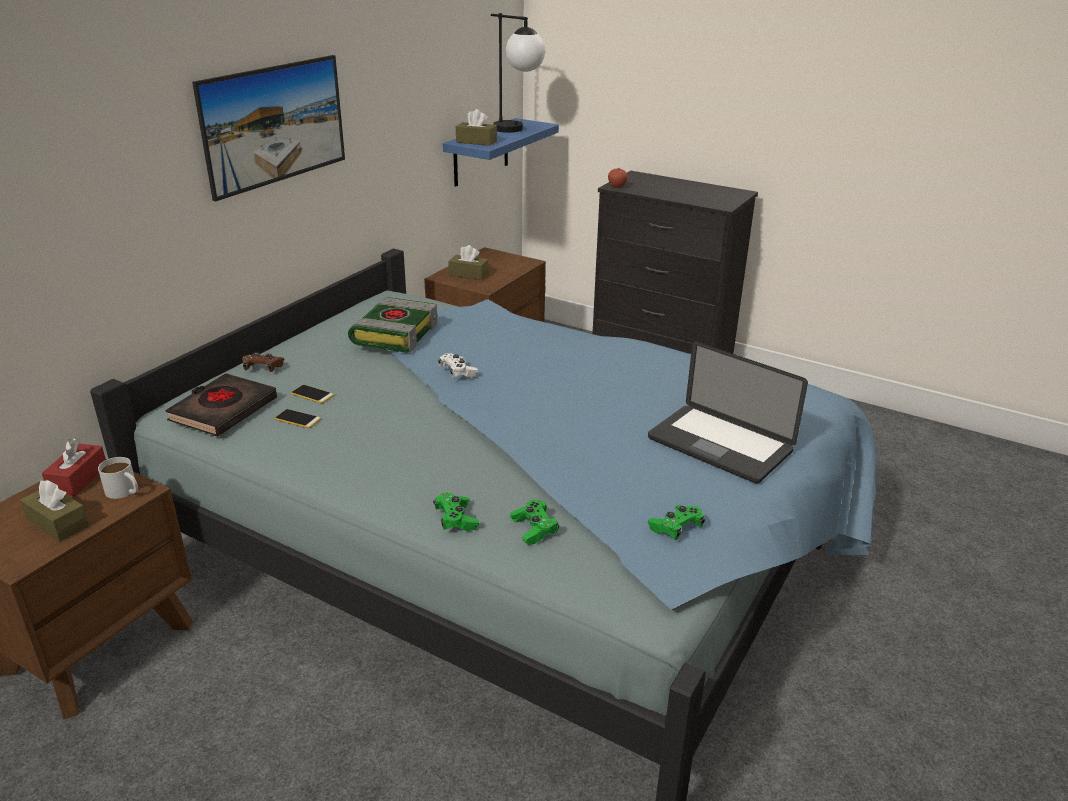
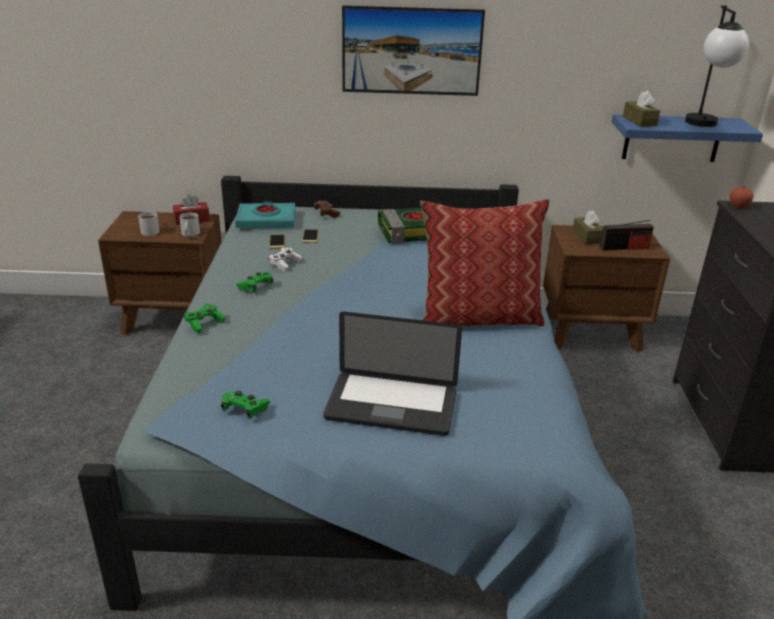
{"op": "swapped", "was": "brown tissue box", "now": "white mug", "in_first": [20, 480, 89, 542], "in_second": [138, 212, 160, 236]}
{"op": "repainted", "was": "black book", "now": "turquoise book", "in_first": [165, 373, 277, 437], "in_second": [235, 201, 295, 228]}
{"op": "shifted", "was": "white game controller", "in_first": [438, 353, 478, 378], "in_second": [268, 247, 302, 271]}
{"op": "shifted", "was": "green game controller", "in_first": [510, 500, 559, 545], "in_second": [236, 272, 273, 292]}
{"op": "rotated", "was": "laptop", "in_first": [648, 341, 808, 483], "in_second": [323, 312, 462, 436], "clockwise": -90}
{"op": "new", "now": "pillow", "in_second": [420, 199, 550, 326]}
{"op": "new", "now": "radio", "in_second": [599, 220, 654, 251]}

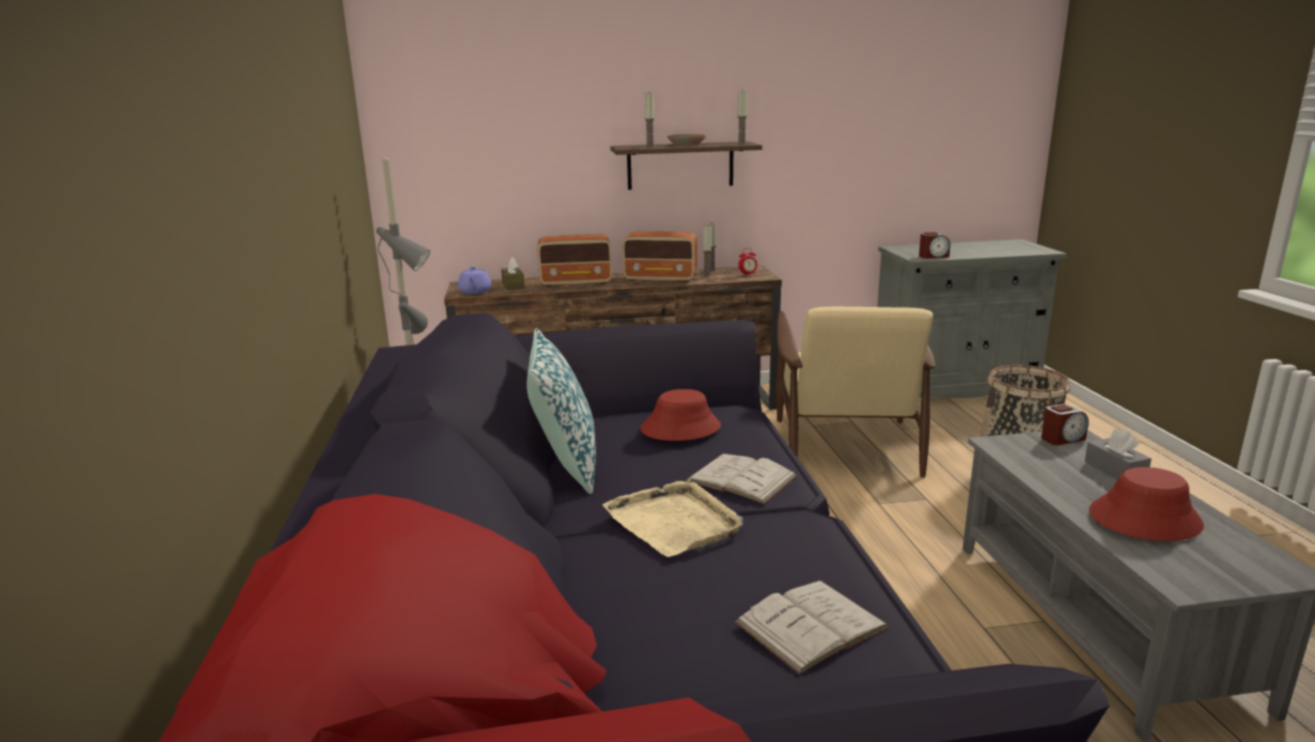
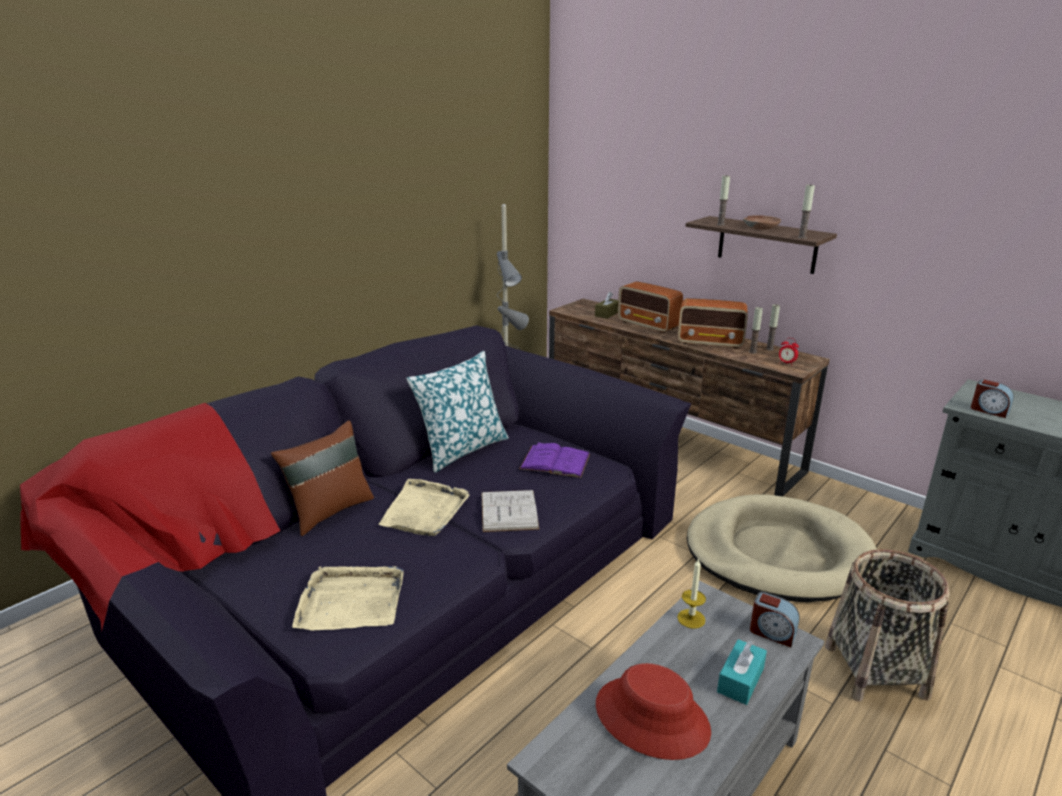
{"op": "gone", "was": "purple teapot", "in_first": [458, 266, 491, 294]}
{"op": "rotated", "was": "radio", "in_first": [622, 232, 697, 282], "in_second": [678, 298, 748, 349], "clockwise": -45}
{"op": "swapped", "was": "red hat", "now": "purple book", "in_first": [640, 389, 721, 441], "in_second": [519, 442, 590, 478]}
{"op": "swapped", "was": "white book", "now": "beige tray", "in_first": [734, 581, 889, 674], "in_second": [292, 566, 404, 631]}
{"op": "swapped", "was": "beige armchair", "now": "beige dog bed", "in_first": [776, 307, 935, 478], "in_second": [687, 495, 877, 602]}
{"op": "repainted", "was": "grey tissue box", "now": "turquoise tissue box", "in_first": [1085, 429, 1151, 480], "in_second": [717, 639, 767, 705]}
{"op": "new", "now": "brown pillow", "in_second": [271, 420, 374, 536]}
{"op": "new", "now": "candle", "in_second": [677, 558, 706, 629]}

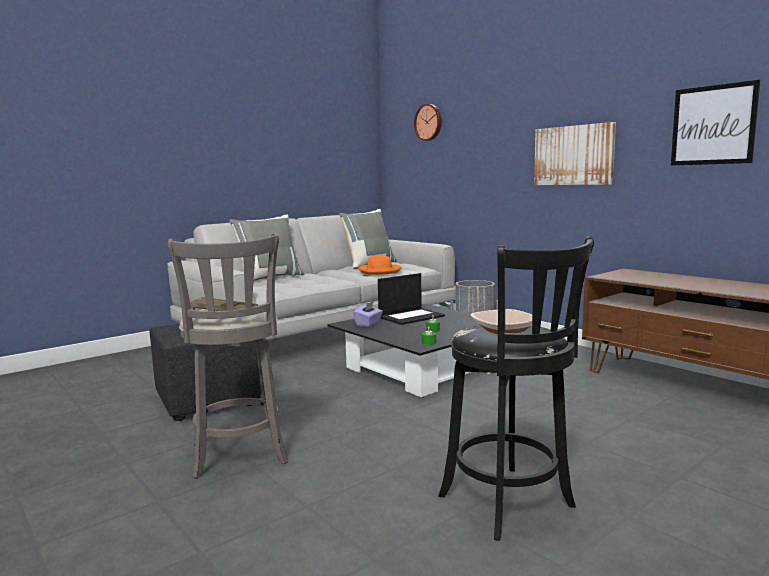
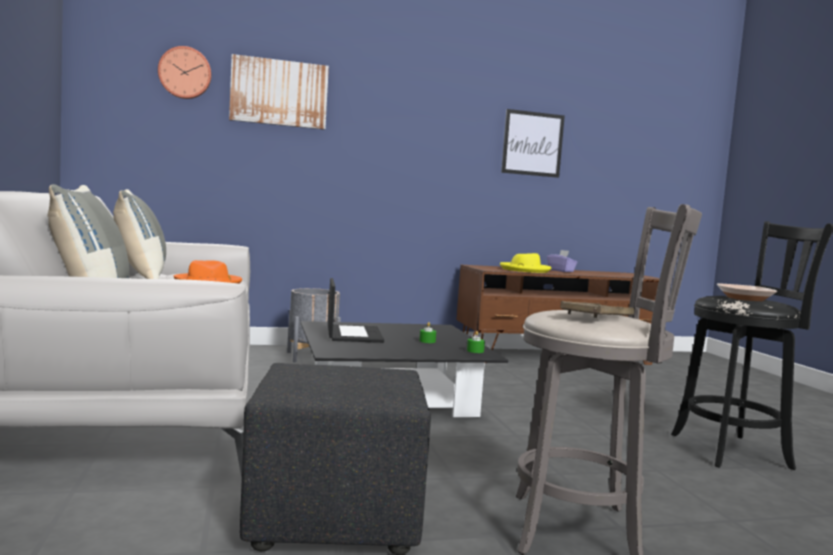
{"op": "shifted", "was": "purple tissue box", "in_first": [353, 301, 383, 327], "in_second": [547, 250, 578, 272]}
{"op": "shifted", "was": "picture", "in_first": [534, 122, 616, 185], "in_second": [229, 54, 329, 130]}
{"op": "new", "now": "yellow hat", "in_second": [500, 253, 551, 273]}

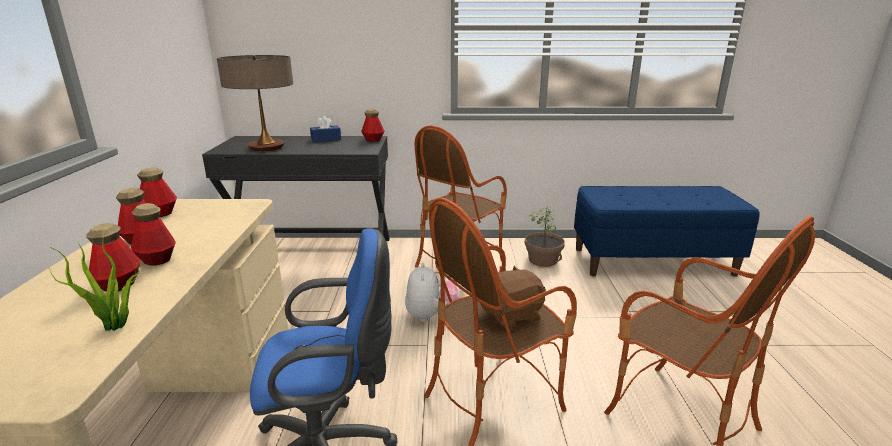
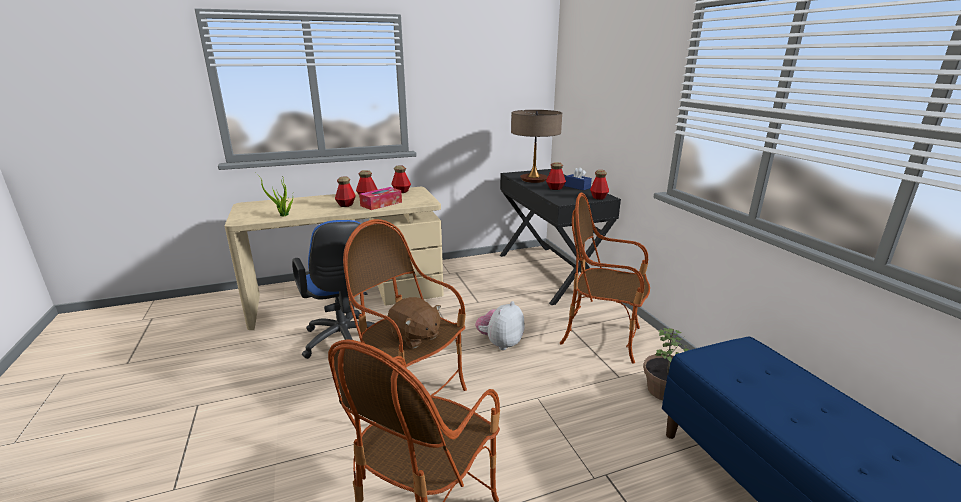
{"op": "shifted", "was": "bottle", "in_first": [86, 223, 140, 292], "in_second": [546, 162, 566, 190]}
{"op": "rotated", "was": "plush toy", "in_first": [405, 263, 459, 322], "in_second": [475, 301, 525, 350], "clockwise": 150}
{"op": "new", "now": "tissue box", "in_second": [359, 187, 402, 210]}

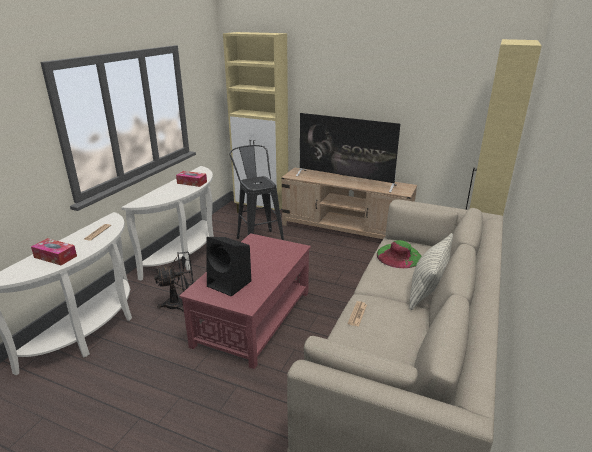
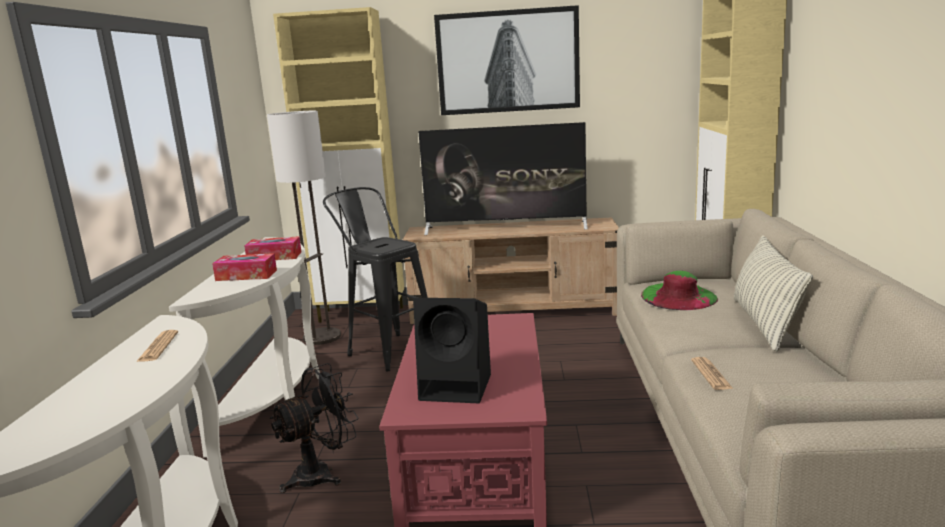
{"op": "shifted", "was": "tissue box", "in_first": [31, 238, 77, 265], "in_second": [212, 253, 277, 281]}
{"op": "new", "now": "floor lamp", "in_second": [267, 111, 341, 345]}
{"op": "new", "now": "picture", "in_second": [434, 5, 580, 115]}

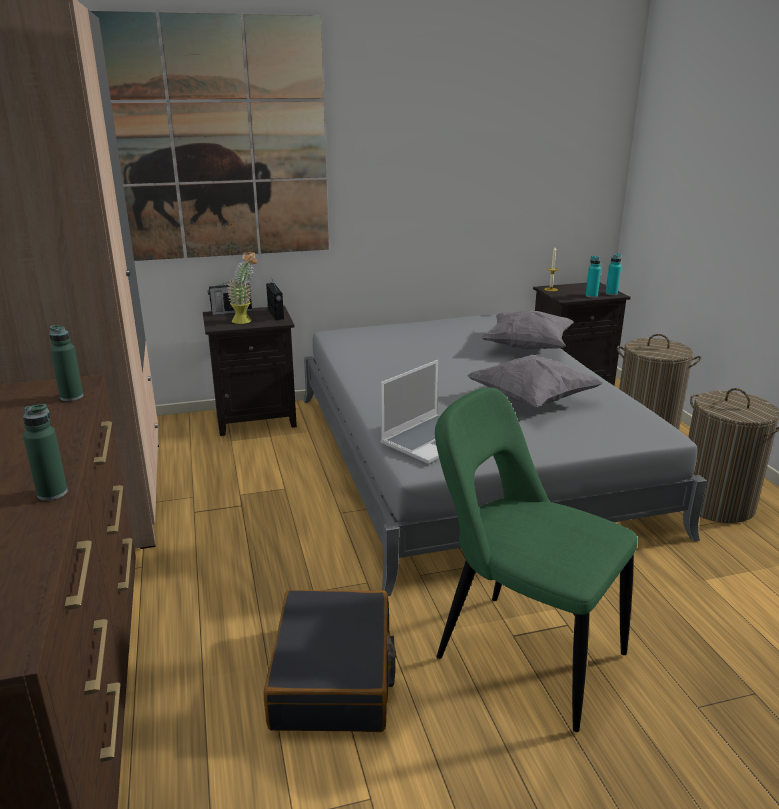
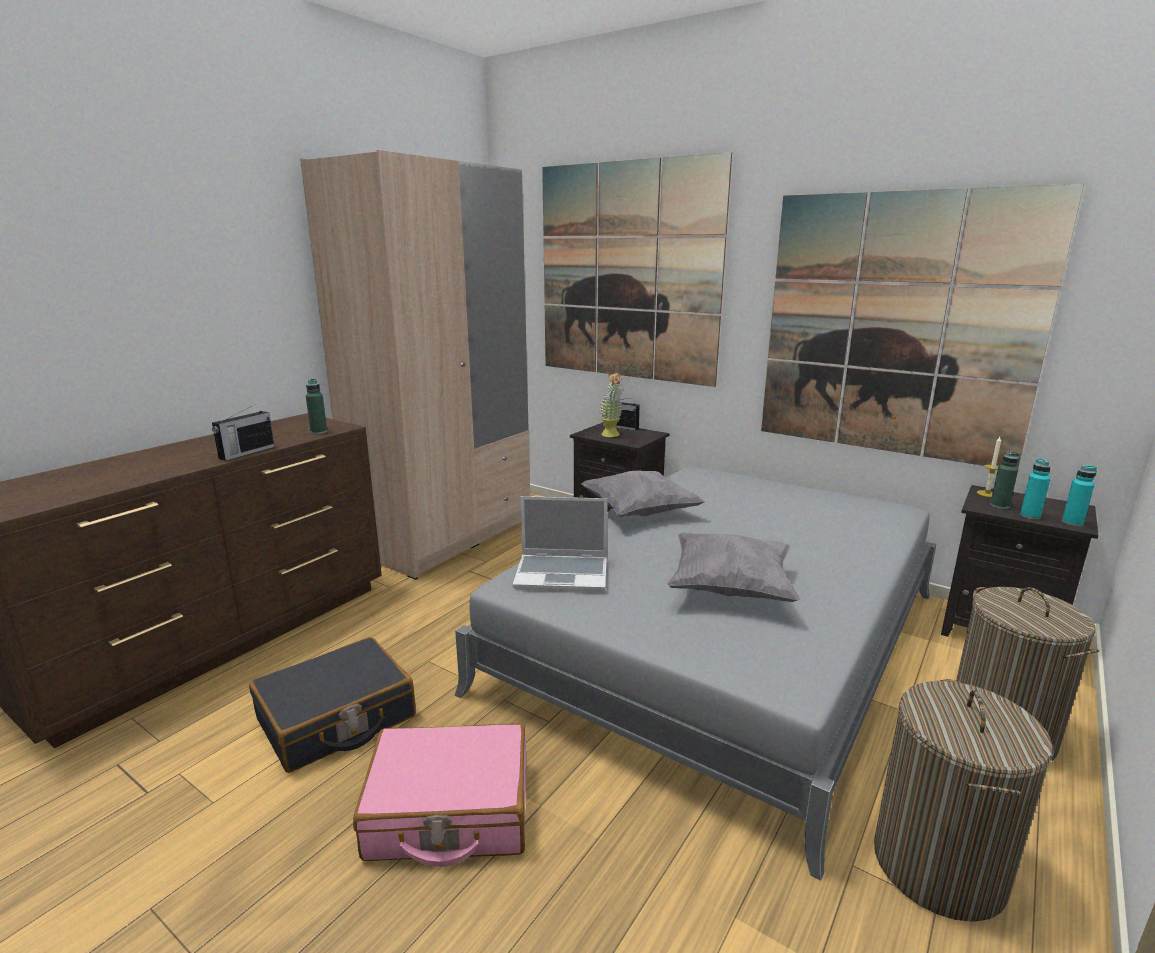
{"op": "shifted", "was": "green bottle", "in_first": [23, 404, 68, 501], "in_second": [990, 451, 1020, 509]}
{"op": "shifted", "was": "radio", "in_first": [266, 277, 284, 320], "in_second": [212, 405, 275, 461]}
{"op": "swapped", "was": "green chair", "now": "pink suitcase", "in_first": [435, 387, 637, 732], "in_second": [353, 723, 526, 867]}
{"op": "shifted", "was": "grey pillow", "in_first": [481, 310, 574, 349], "in_second": [581, 471, 705, 517]}
{"op": "new", "now": "picture", "in_second": [761, 184, 1084, 468]}

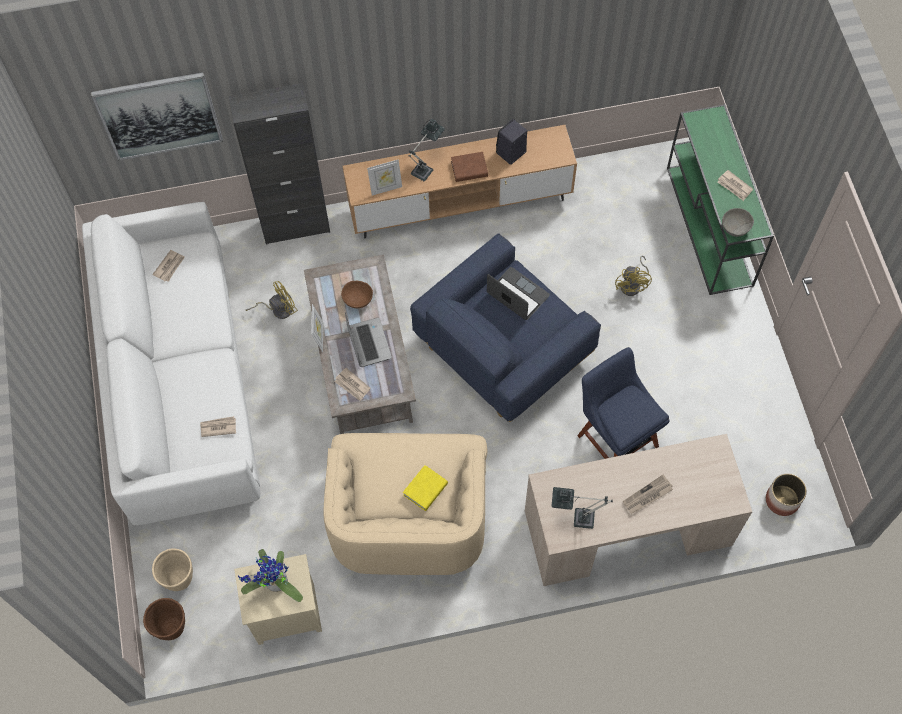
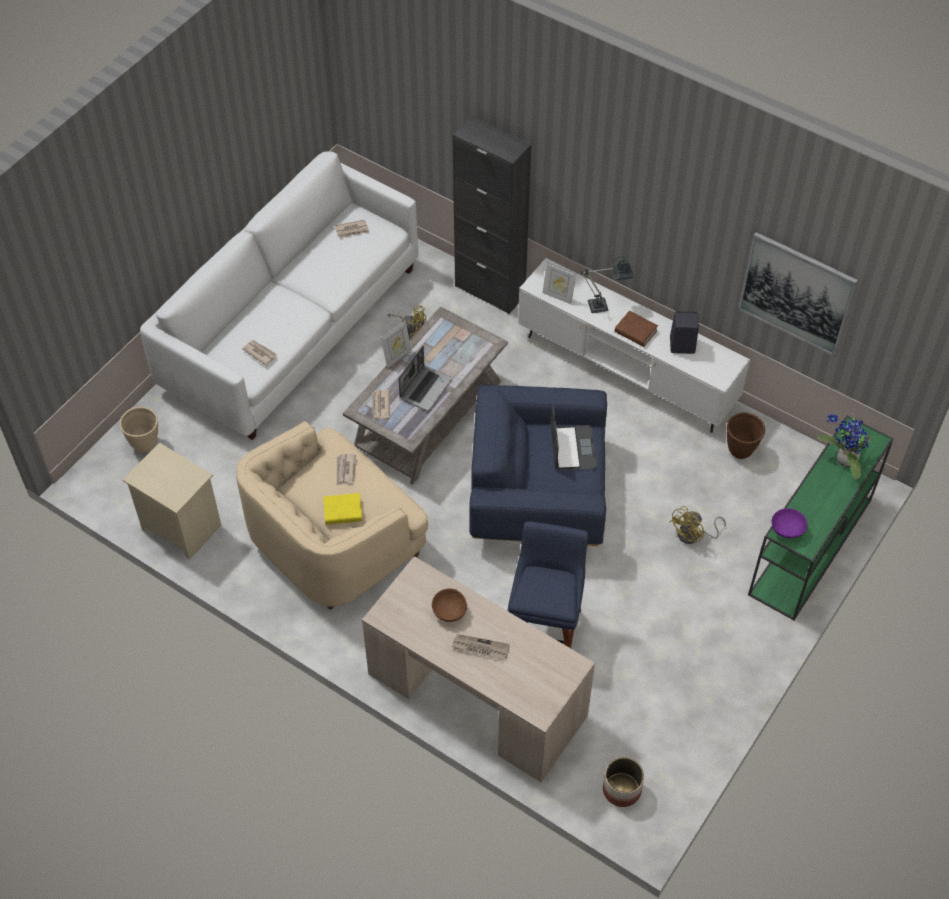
{"op": "shifted", "was": "picture", "in_first": [91, 72, 223, 161], "in_second": [738, 232, 859, 357]}
{"op": "shifted", "was": "brown planter", "in_first": [143, 598, 185, 640], "in_second": [727, 412, 765, 459]}
{"op": "shifted", "was": "potted plant", "in_first": [238, 549, 303, 602], "in_second": [818, 413, 872, 479]}
{"op": "shifted", "was": "brown bowl", "in_first": [341, 281, 373, 308], "in_second": [432, 589, 467, 622]}
{"op": "repainted", "was": "brown tv stand", "now": "white tv stand", "in_first": [343, 125, 577, 238], "in_second": [518, 258, 750, 433]}
{"op": "gone", "was": "table lamp", "in_first": [552, 487, 613, 529]}
{"op": "shifted", "was": "newspaper", "in_first": [717, 170, 753, 201], "in_second": [336, 454, 356, 486]}
{"op": "repainted", "was": "grey bowl", "now": "purple bowl", "in_first": [722, 208, 754, 237], "in_second": [772, 508, 807, 538]}

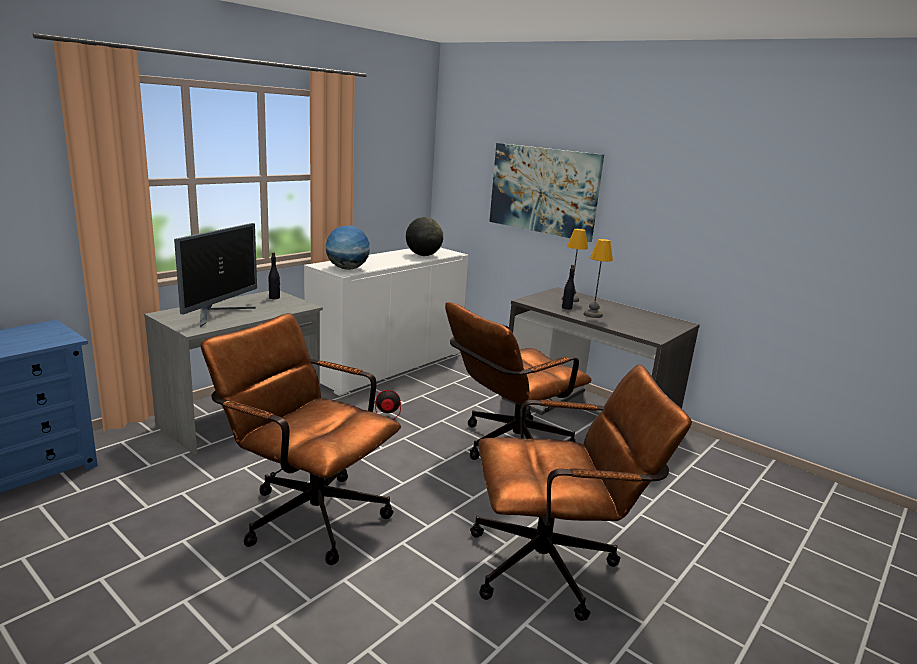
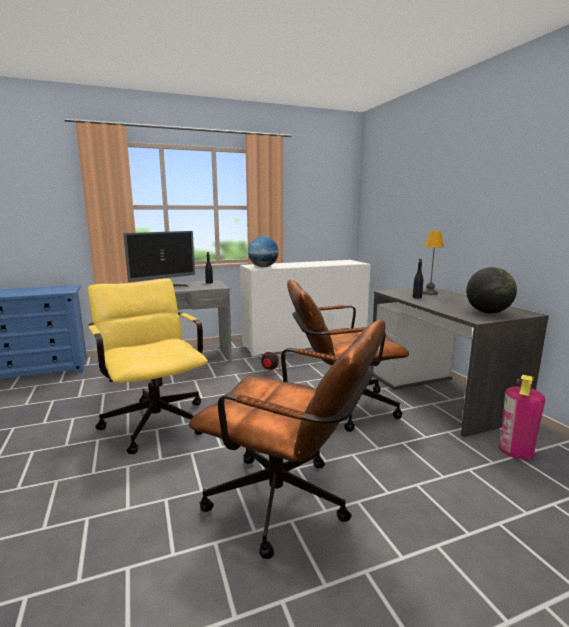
{"op": "repainted", "was": "brown office chair", "now": "yellow office chair", "in_first": [201, 313, 401, 565], "in_second": [88, 278, 208, 454]}
{"op": "shifted", "was": "globe", "in_first": [406, 217, 443, 256], "in_second": [466, 267, 517, 313]}
{"op": "gone", "was": "picture", "in_first": [489, 143, 604, 242]}
{"op": "gone", "was": "table lamp", "in_first": [584, 239, 613, 318]}
{"op": "new", "now": "fire extinguisher", "in_second": [499, 375, 545, 460]}

